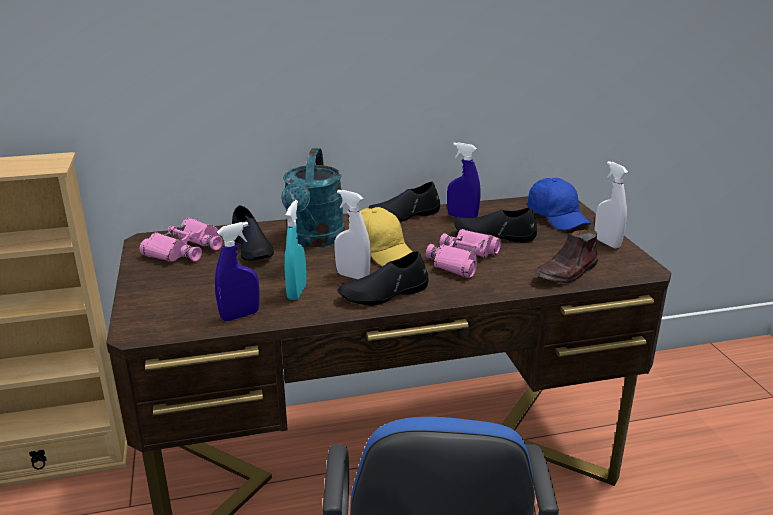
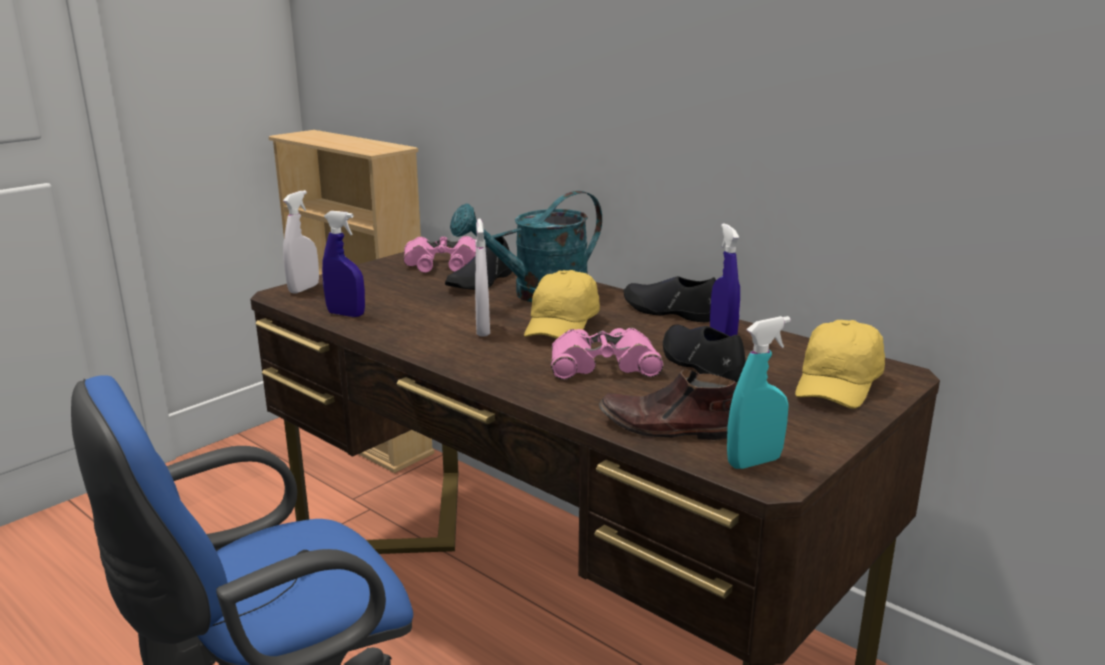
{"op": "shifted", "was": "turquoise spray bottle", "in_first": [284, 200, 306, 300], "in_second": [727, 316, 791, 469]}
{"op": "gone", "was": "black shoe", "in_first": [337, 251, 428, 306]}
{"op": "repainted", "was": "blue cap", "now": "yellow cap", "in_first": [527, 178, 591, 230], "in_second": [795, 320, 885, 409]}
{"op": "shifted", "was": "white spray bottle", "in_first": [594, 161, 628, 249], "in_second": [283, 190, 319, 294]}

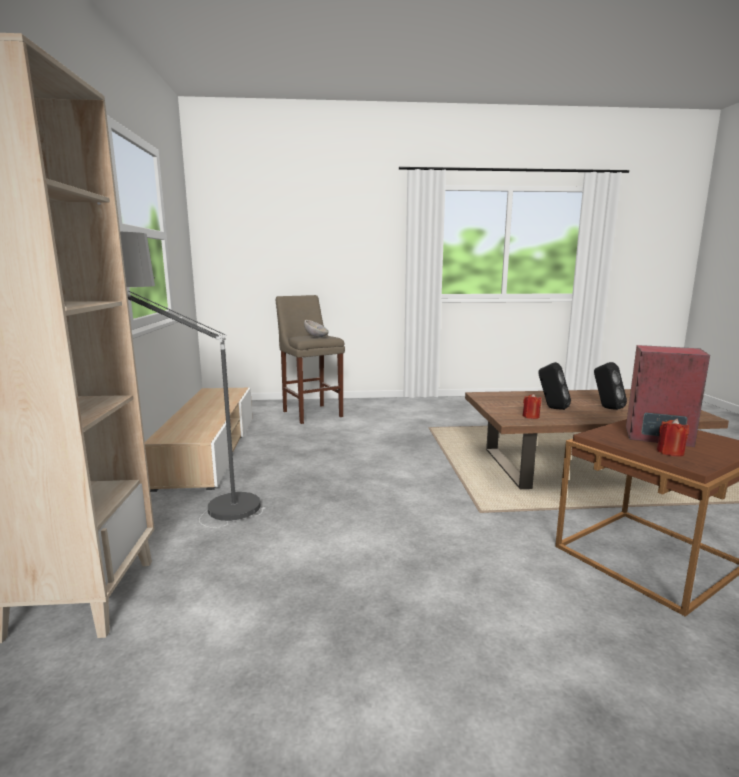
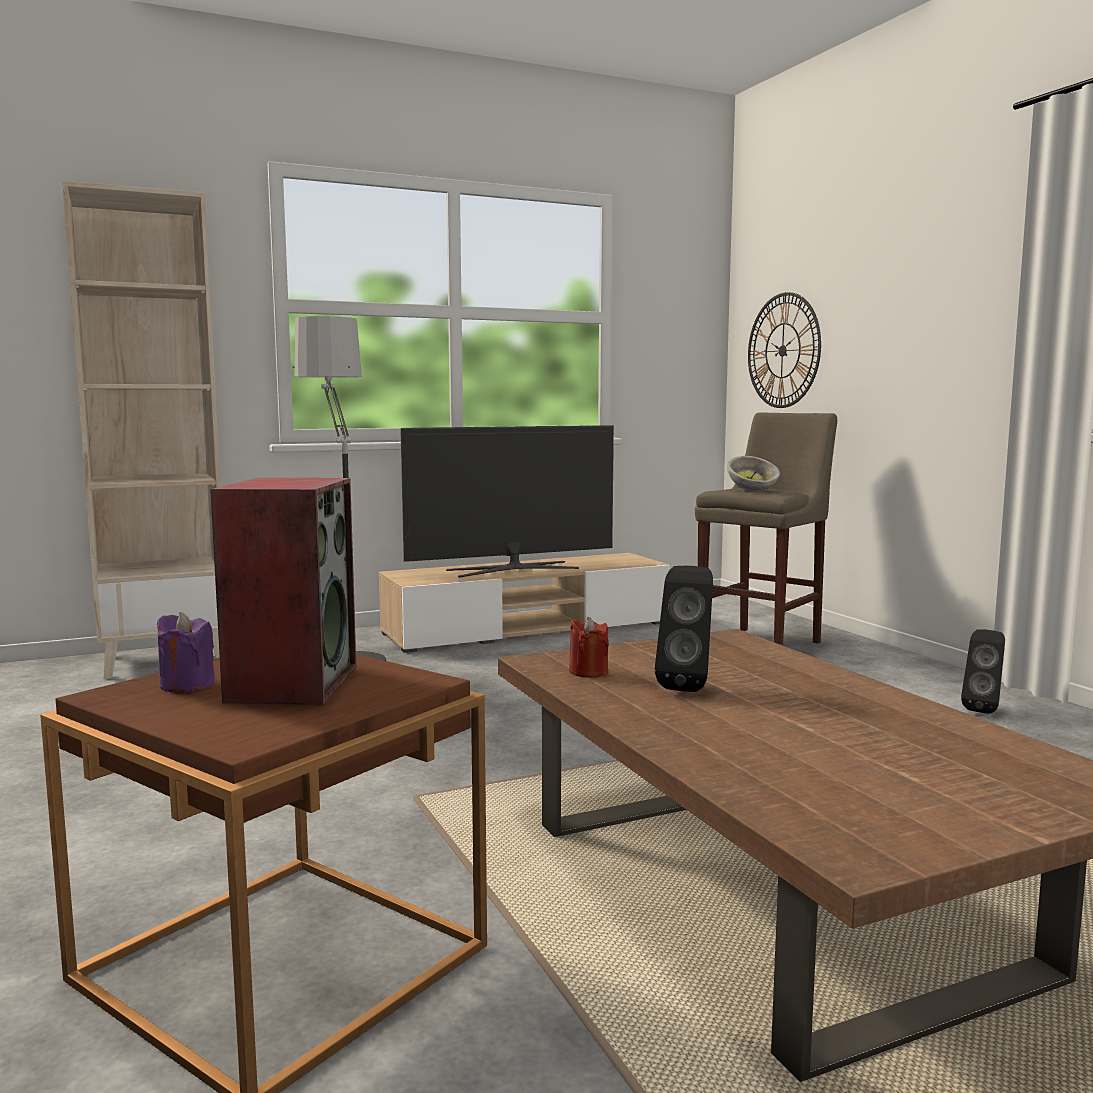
{"op": "shifted", "was": "black speaker", "in_first": [594, 362, 627, 410], "in_second": [961, 629, 1005, 714]}
{"op": "repainted", "was": "red candle", "now": "purple candle", "in_first": [657, 419, 689, 457], "in_second": [157, 612, 215, 693]}
{"op": "new", "now": "television", "in_second": [400, 425, 614, 578]}
{"op": "new", "now": "wall clock", "in_second": [748, 292, 821, 408]}

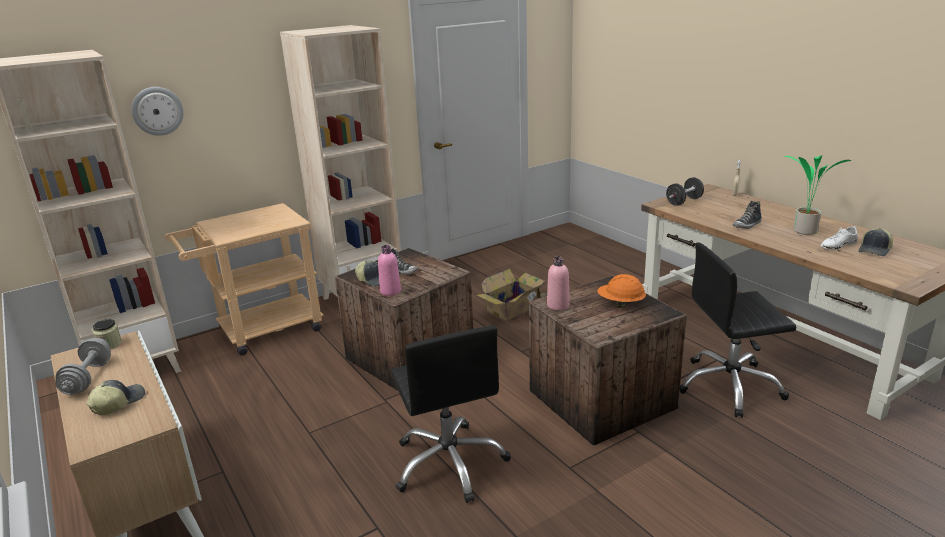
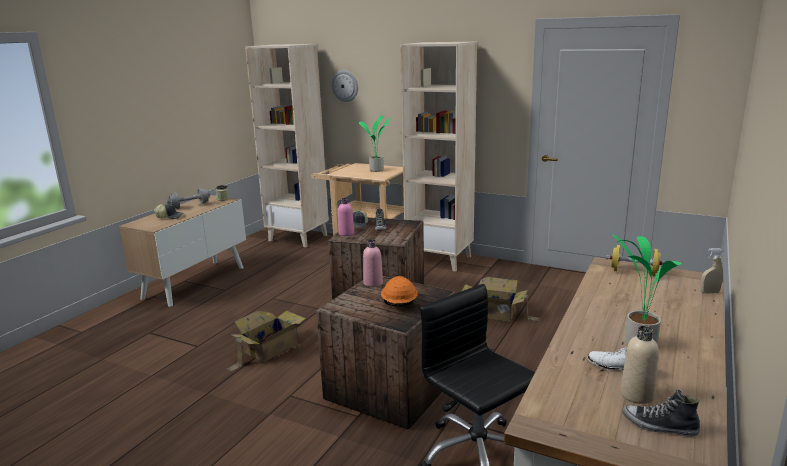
{"op": "swapped", "was": "black office chair", "now": "cardboard box", "in_first": [390, 326, 511, 503], "in_second": [226, 310, 306, 372]}
{"op": "repainted", "was": "black dumbbell", "now": "yellow dumbbell", "in_first": [666, 177, 704, 206], "in_second": [606, 245, 664, 276]}
{"op": "shifted", "was": "shoe", "in_first": [733, 201, 762, 229], "in_second": [622, 390, 700, 437]}
{"op": "swapped", "was": "cap", "now": "beige bottle", "in_first": [858, 228, 893, 256], "in_second": [620, 326, 659, 404]}
{"op": "new", "now": "potted plant", "in_second": [359, 115, 391, 172]}

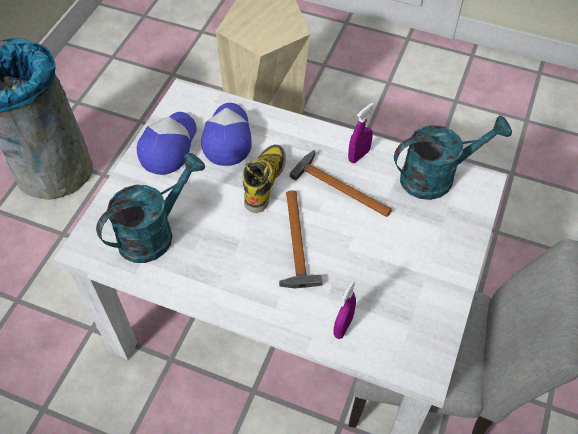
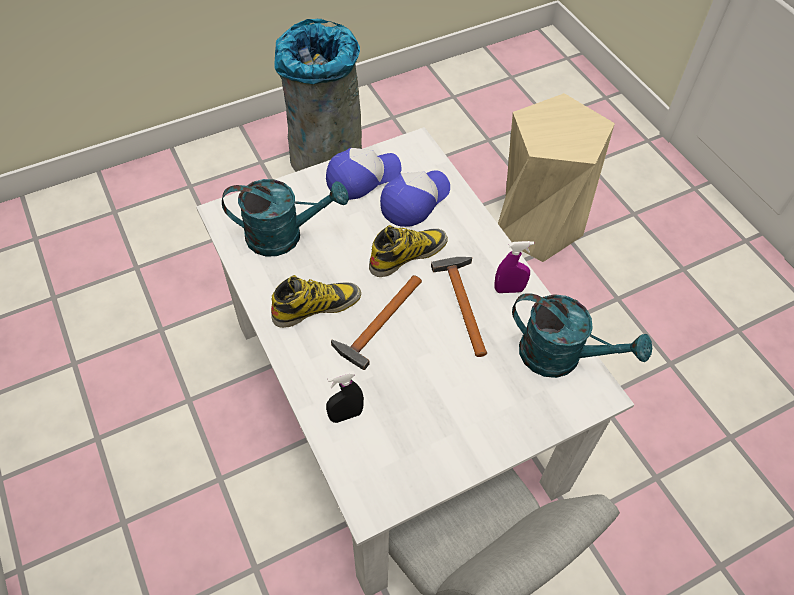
{"op": "repainted", "was": "purple spray bottle", "now": "black spray bottle", "in_first": [333, 280, 356, 339], "in_second": [326, 371, 364, 423]}
{"op": "new", "now": "boot", "in_second": [271, 275, 361, 328]}

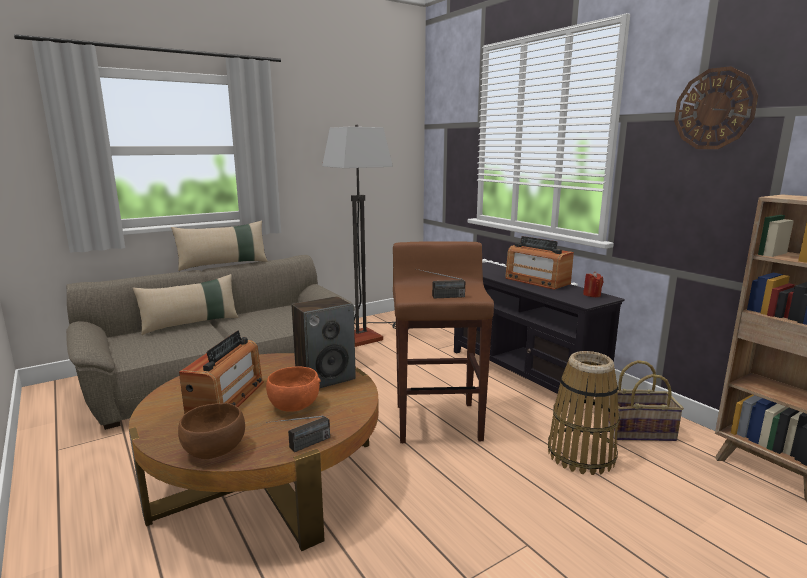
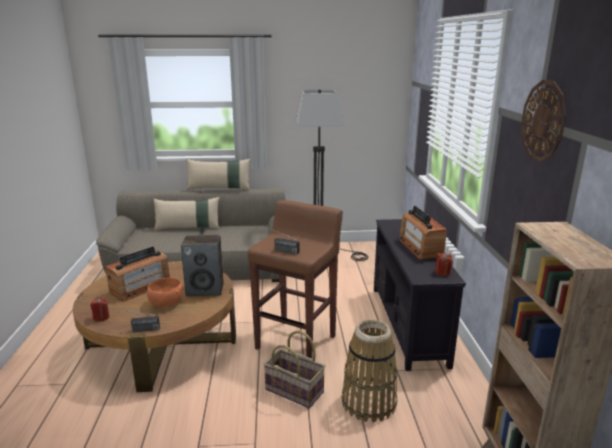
{"op": "swapped", "was": "brown bowl", "now": "red candle", "in_first": [178, 403, 245, 459], "in_second": [90, 297, 109, 322]}
{"op": "shifted", "was": "basket", "in_first": [608, 360, 684, 441], "in_second": [263, 331, 325, 408]}

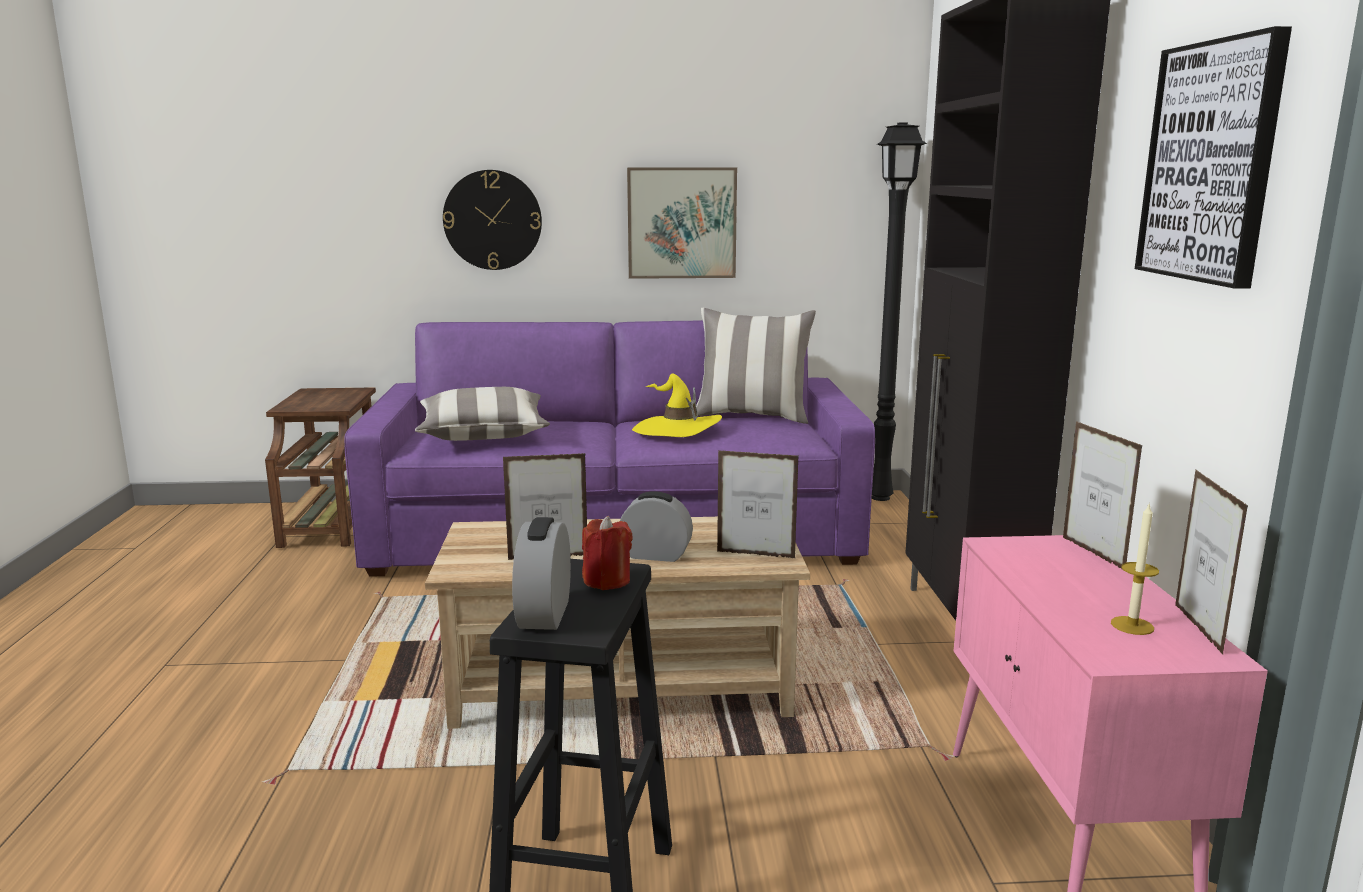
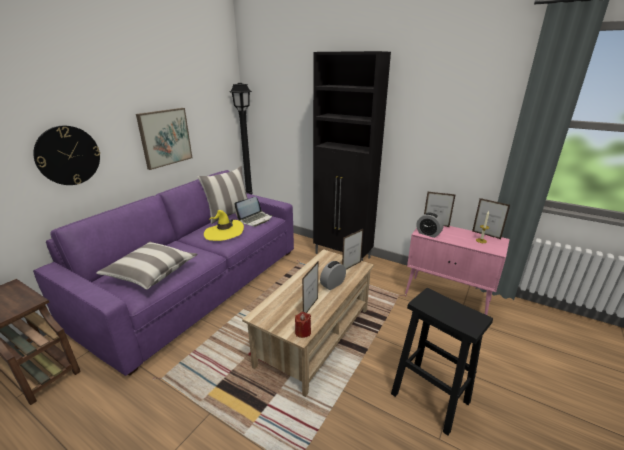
{"op": "shifted", "was": "alarm clock", "in_first": [512, 517, 571, 630], "in_second": [416, 213, 443, 238]}
{"op": "shifted", "was": "red candle", "in_first": [582, 516, 633, 590], "in_second": [295, 312, 311, 338]}
{"op": "gone", "was": "picture", "in_first": [1135, 26, 1292, 289]}
{"op": "new", "now": "laptop", "in_second": [234, 197, 273, 227]}

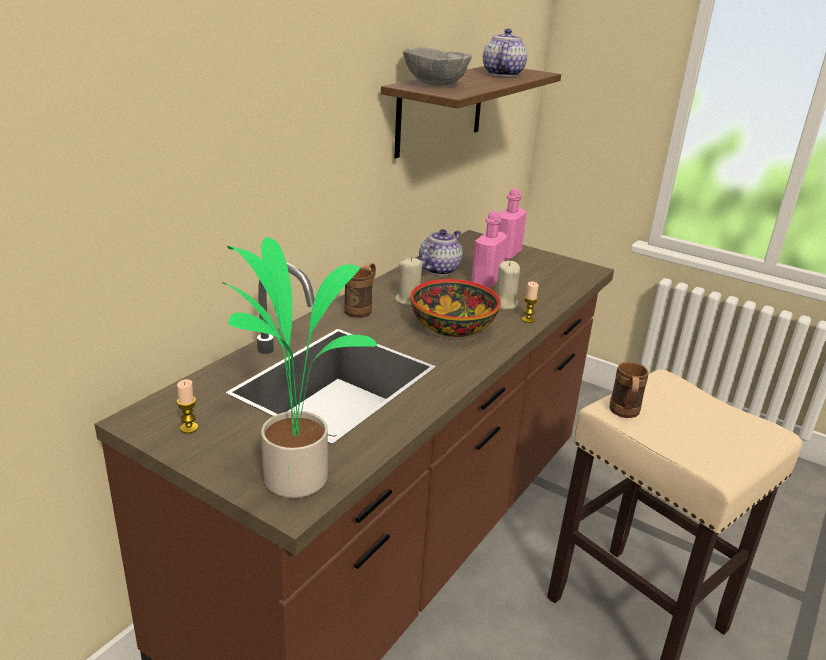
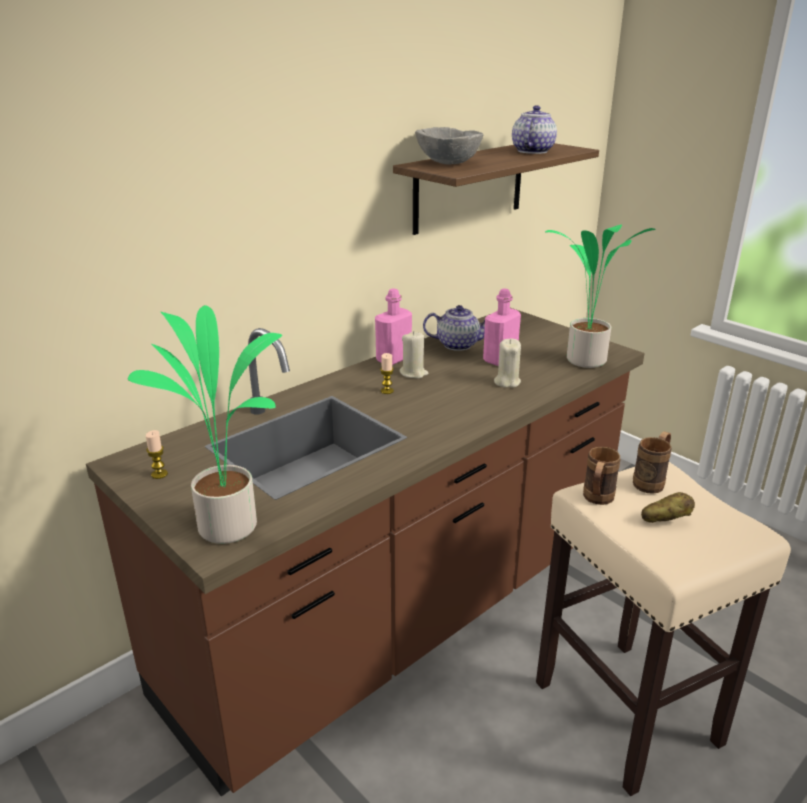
{"op": "shifted", "was": "brown mug", "in_first": [344, 263, 376, 318], "in_second": [633, 431, 672, 494]}
{"op": "gone", "was": "bowl", "in_first": [410, 279, 501, 337]}
{"op": "rotated", "was": "teapot", "in_first": [419, 229, 463, 275], "in_second": [423, 305, 485, 351], "clockwise": 45}
{"op": "shifted", "was": "pink bottle", "in_first": [498, 188, 527, 260], "in_second": [375, 288, 412, 365]}
{"op": "shifted", "was": "candle", "in_first": [521, 282, 539, 323], "in_second": [380, 353, 394, 394]}
{"op": "new", "now": "potted plant", "in_second": [545, 224, 656, 368]}
{"op": "new", "now": "potato", "in_second": [641, 492, 695, 523]}

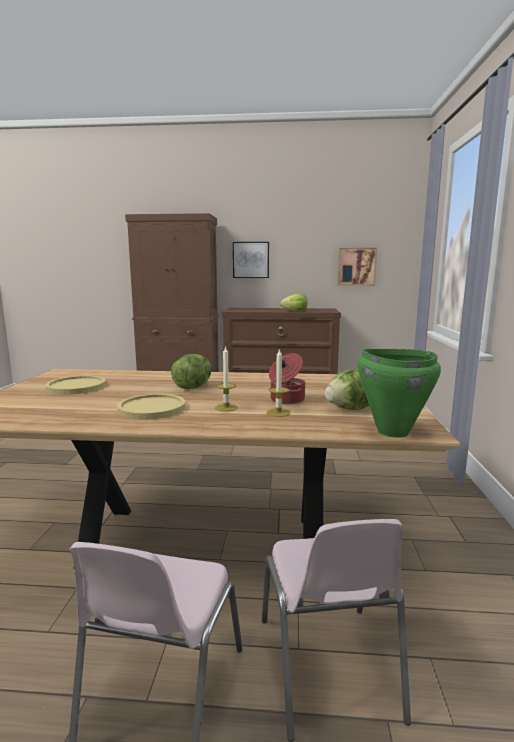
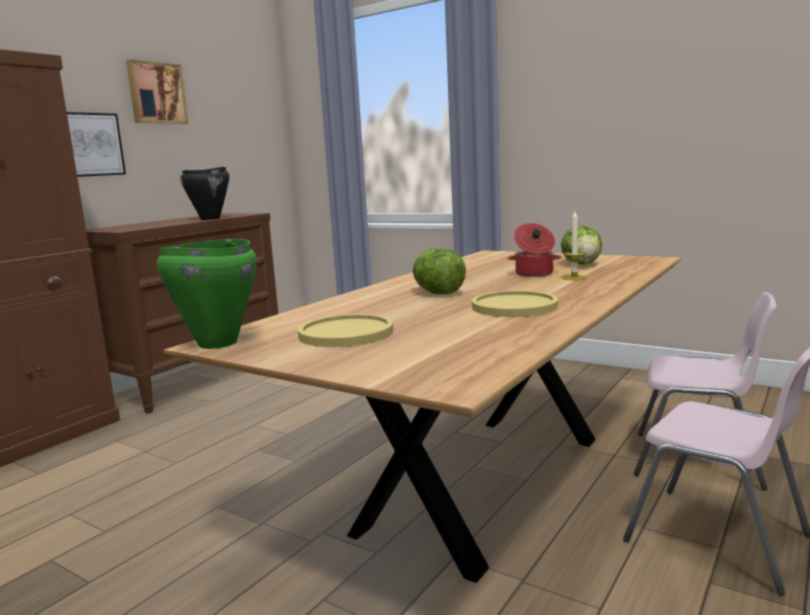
{"op": "gone", "was": "candle", "in_first": [215, 345, 238, 412]}
{"op": "swapped", "was": "lettuce", "now": "black cooking pot", "in_first": [280, 294, 307, 311], "in_second": [180, 167, 229, 220]}
{"op": "shifted", "was": "picture", "in_first": [338, 248, 377, 286], "in_second": [126, 59, 189, 124]}
{"op": "shifted", "was": "green cooking pot", "in_first": [358, 349, 441, 438], "in_second": [157, 238, 257, 349]}

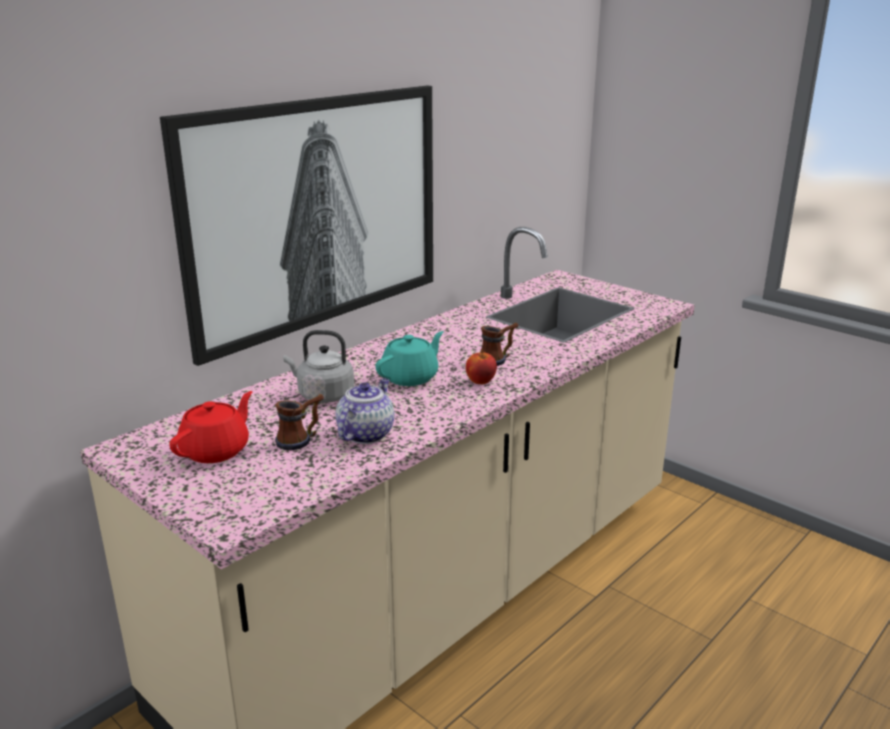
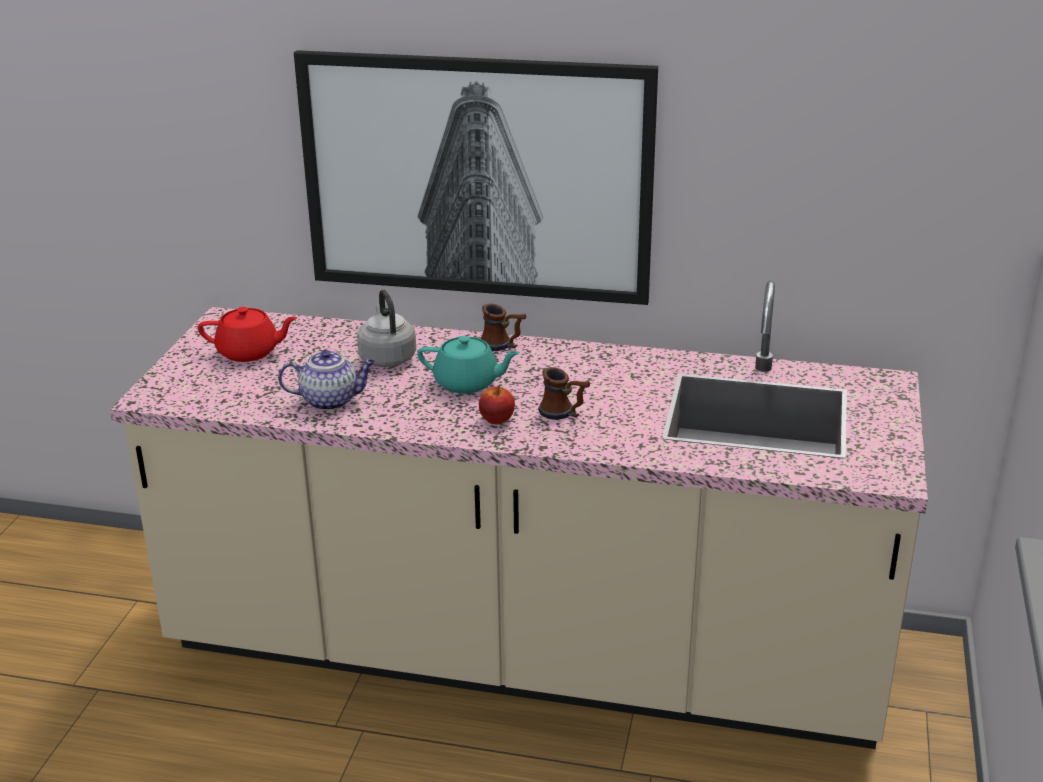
{"op": "shifted", "was": "mug", "in_first": [275, 394, 324, 451], "in_second": [480, 304, 526, 351]}

